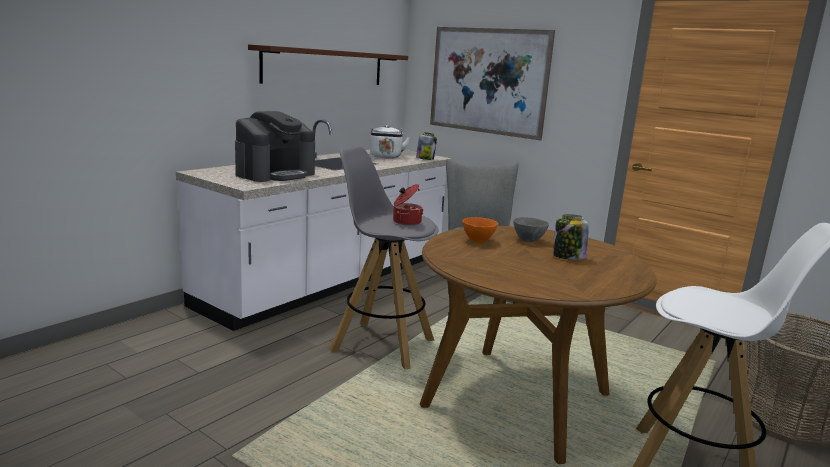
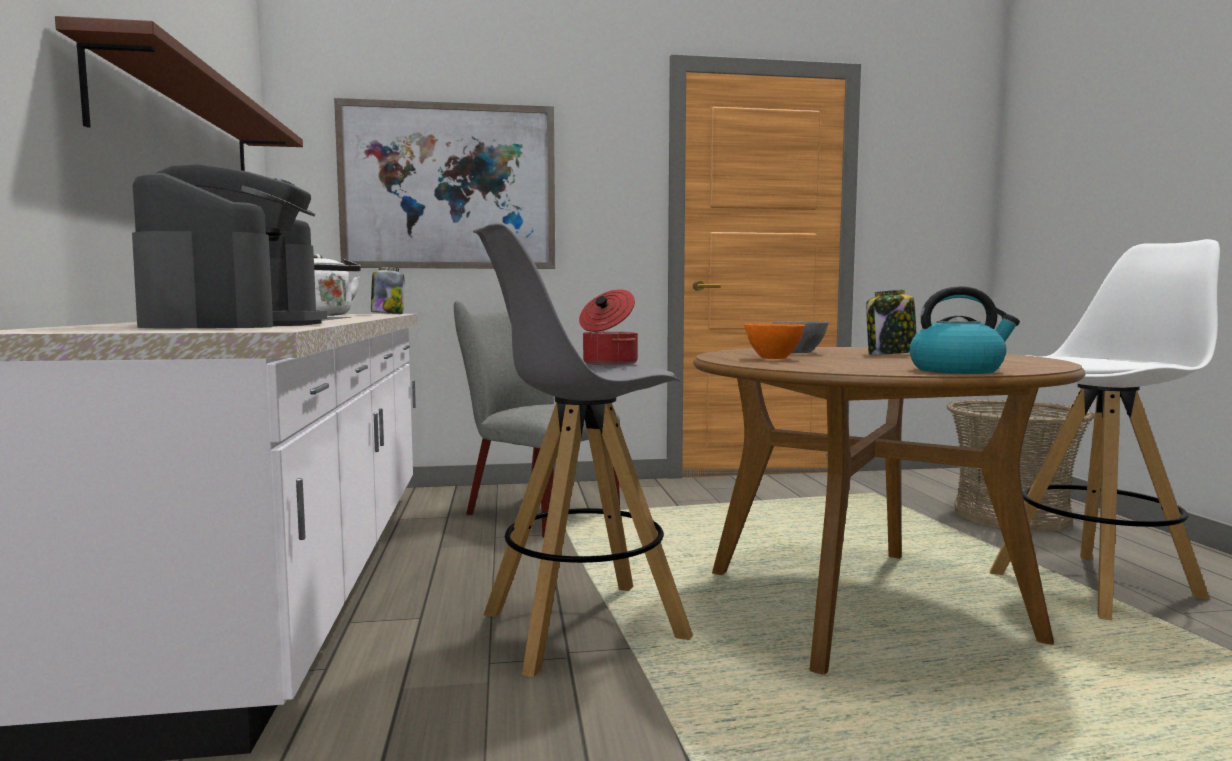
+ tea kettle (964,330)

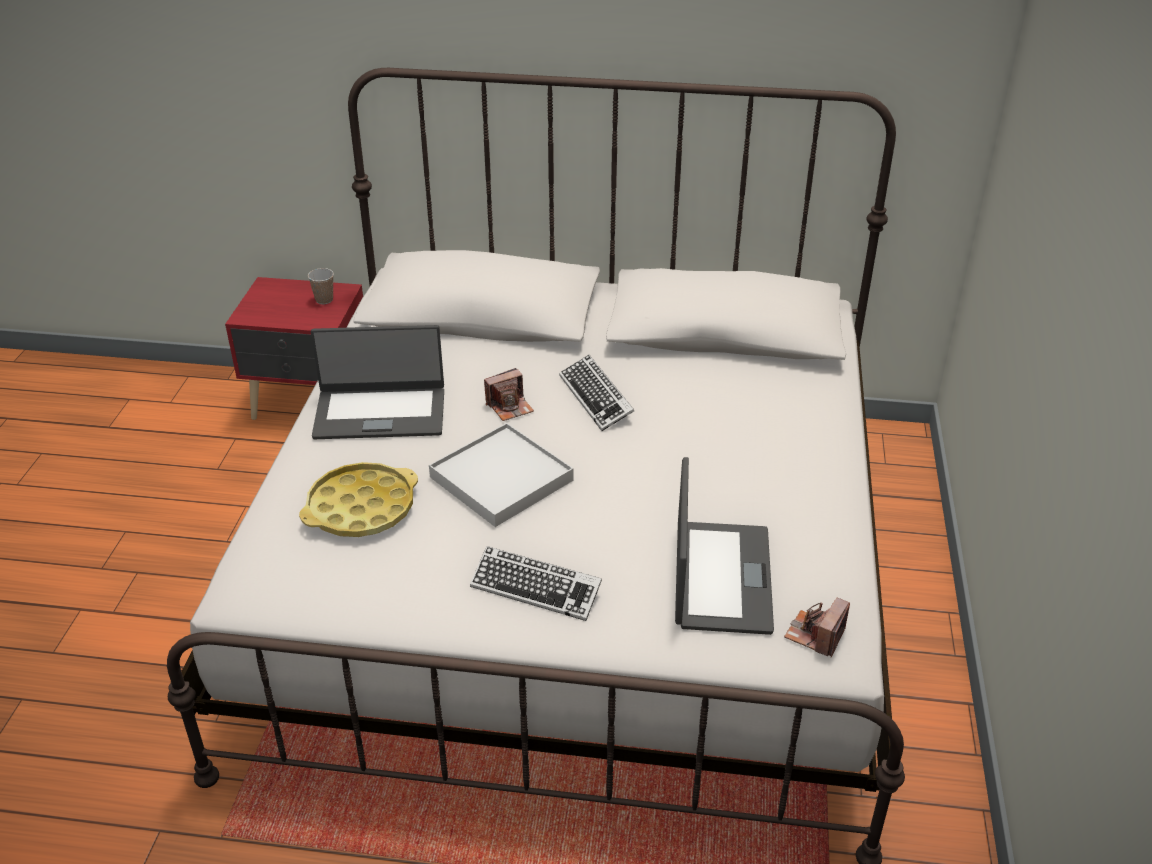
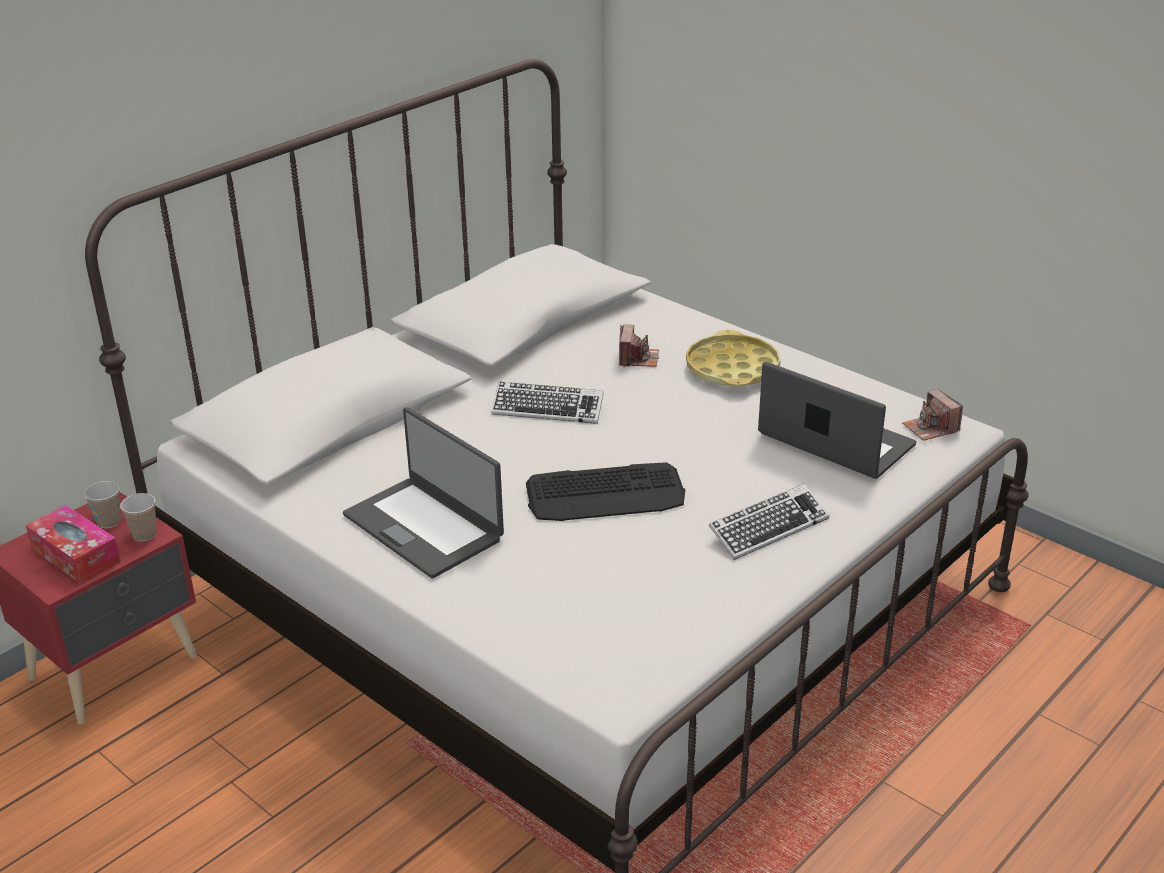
~ carrying tray (yellowish) (358,499) to (733,358)
~ portable computer (377,382) = (423,492) 105 degrees clockwise
~ carrying tray (white) (501,475) to PC keyboard (605,491)
~ photo camera (509,394) to (639,345)
+ tissue holder (73,544)
+ cup (138,517)

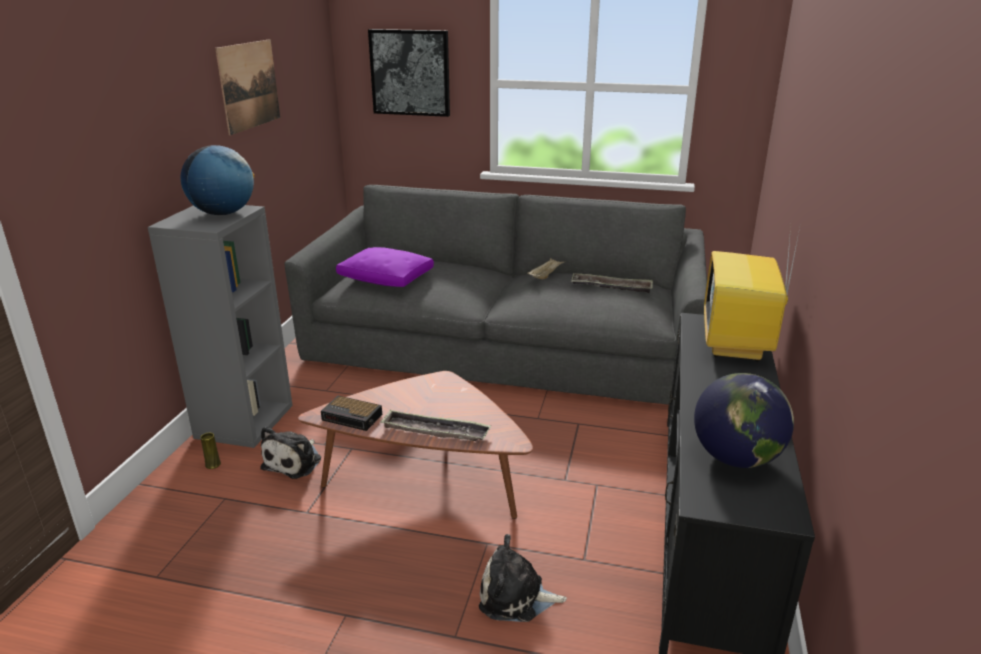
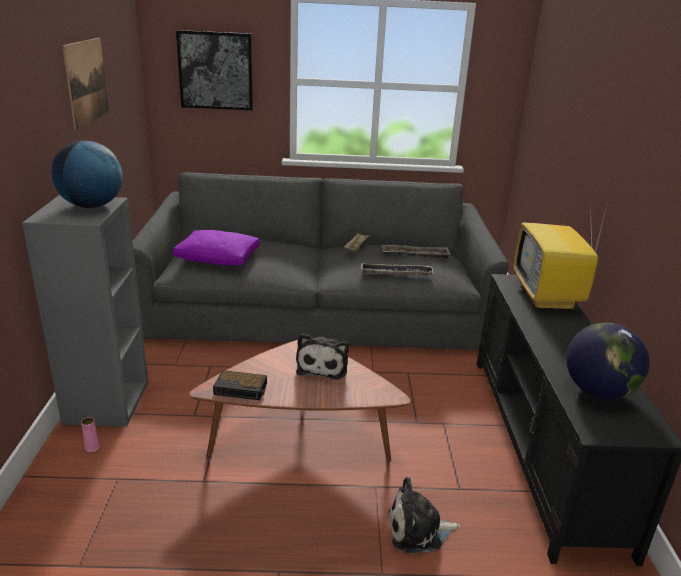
~ vase (yellowish) (211,451) to vase (pink-coloured) (90,434)
~ cuddly toy (291,453) to (322,356)
~ carrying tray (435,425) to (397,269)

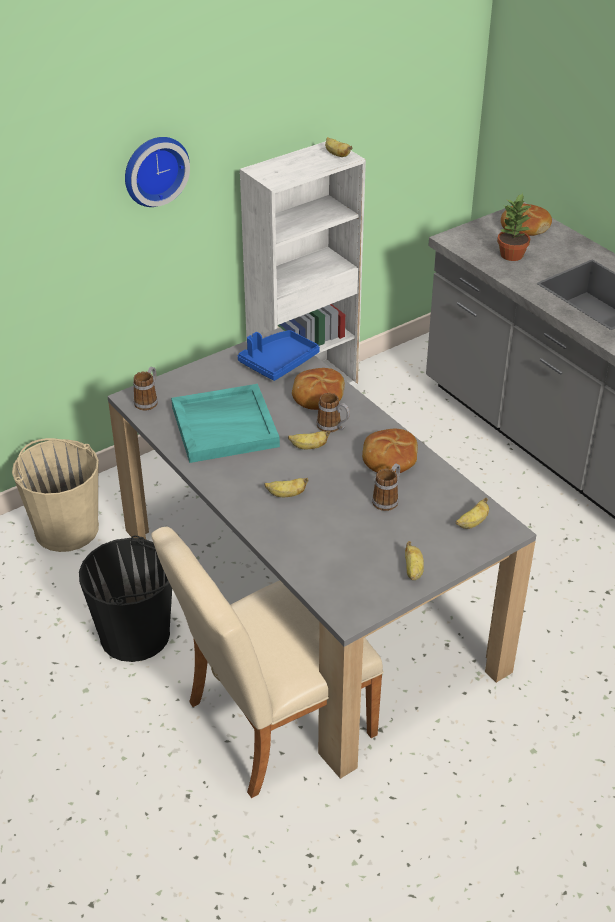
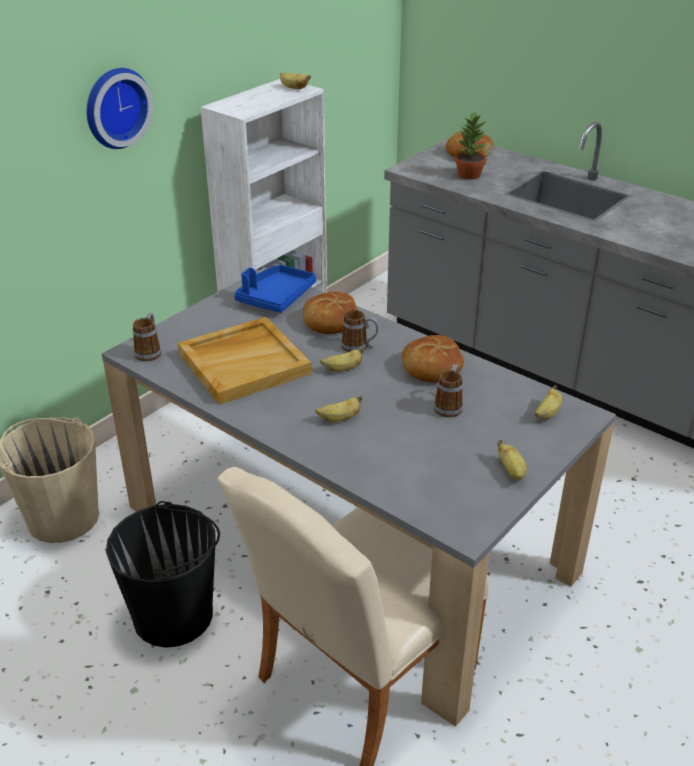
~ carrying tray (turquoise-coloured) (225,423) to carrying tray (sand-coloured) (245,361)

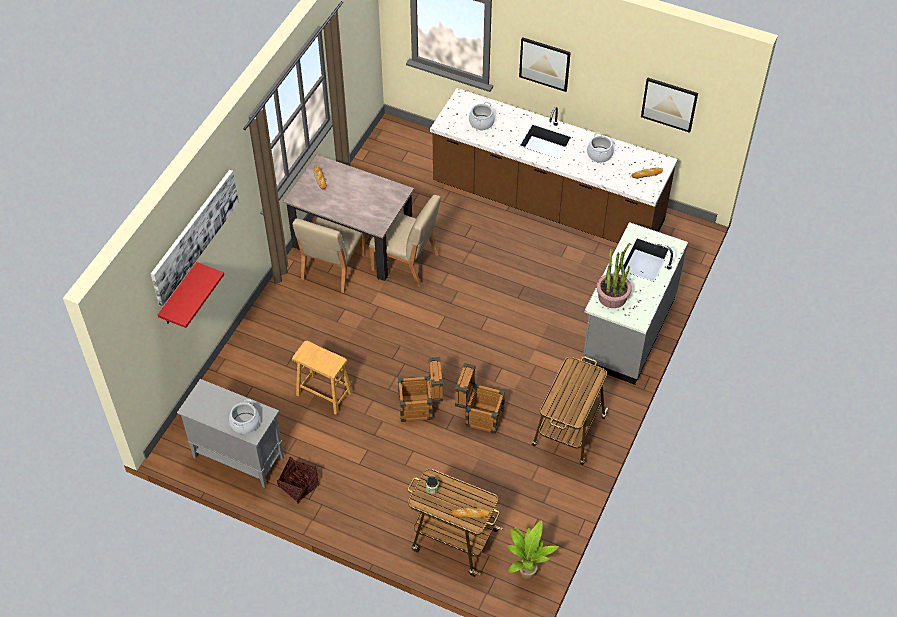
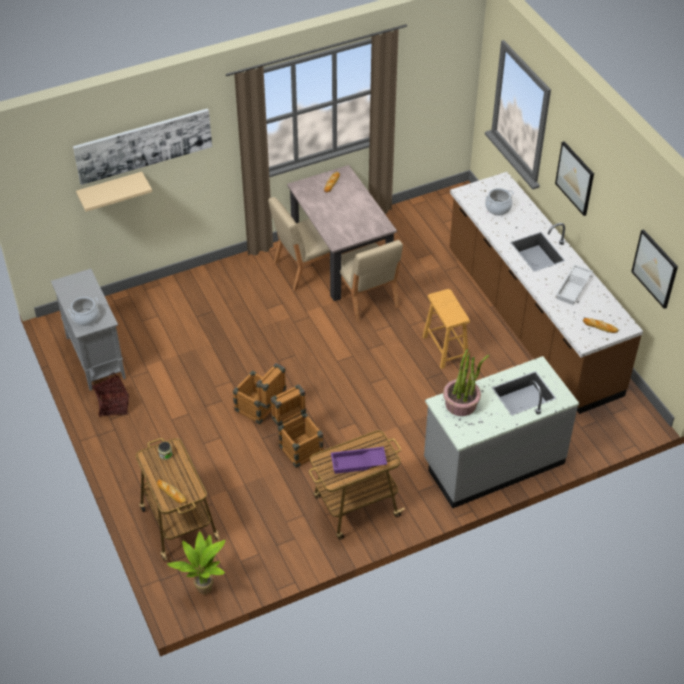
~ wall shelf (red-coloured) (191,295) to wall shelf (sand-coloured) (114,192)
~ stool (brown-coloured) (322,378) to (446,329)
~ stockpot (600,148) to carrying tray (white) (574,284)
+ carrying tray (purplish) (359,460)

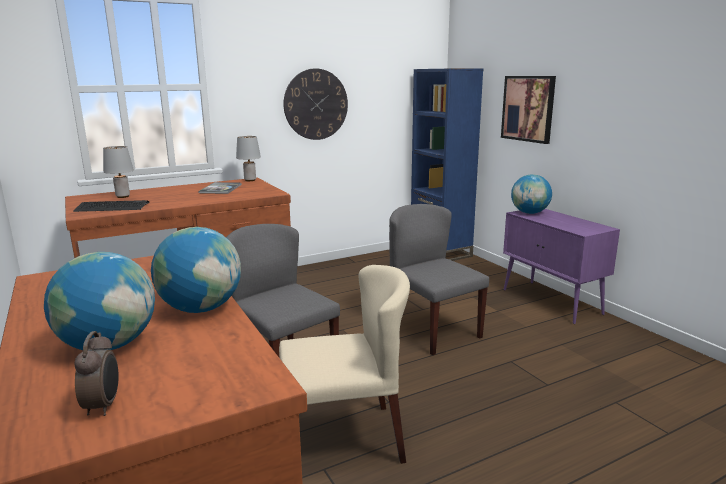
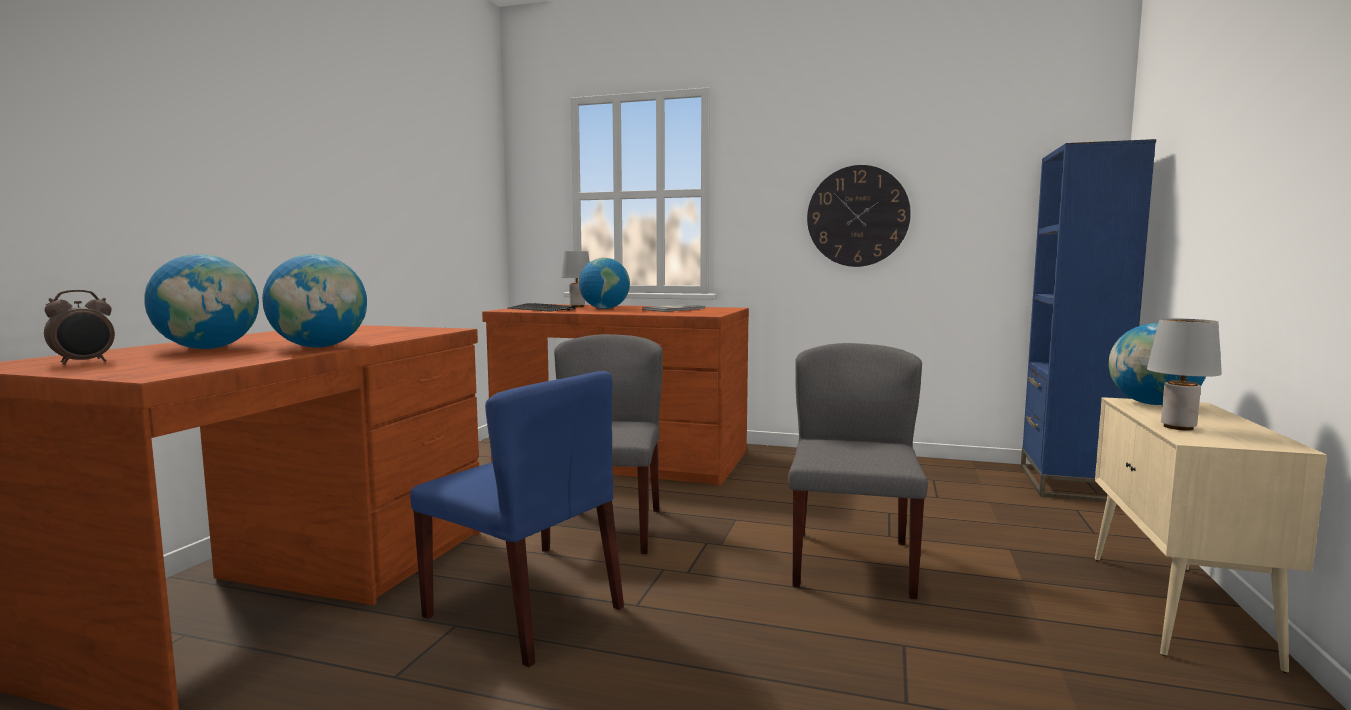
~ table lamp (gray) (248,158) to (1184,374)
~ chair (sand-coloured) (344,364) to chair (bluish) (517,519)
- picture (528,110)
~ storage cabinet (purplish) (561,266) to storage cabinet (sand-coloured) (1211,535)
+ globe (604,283)

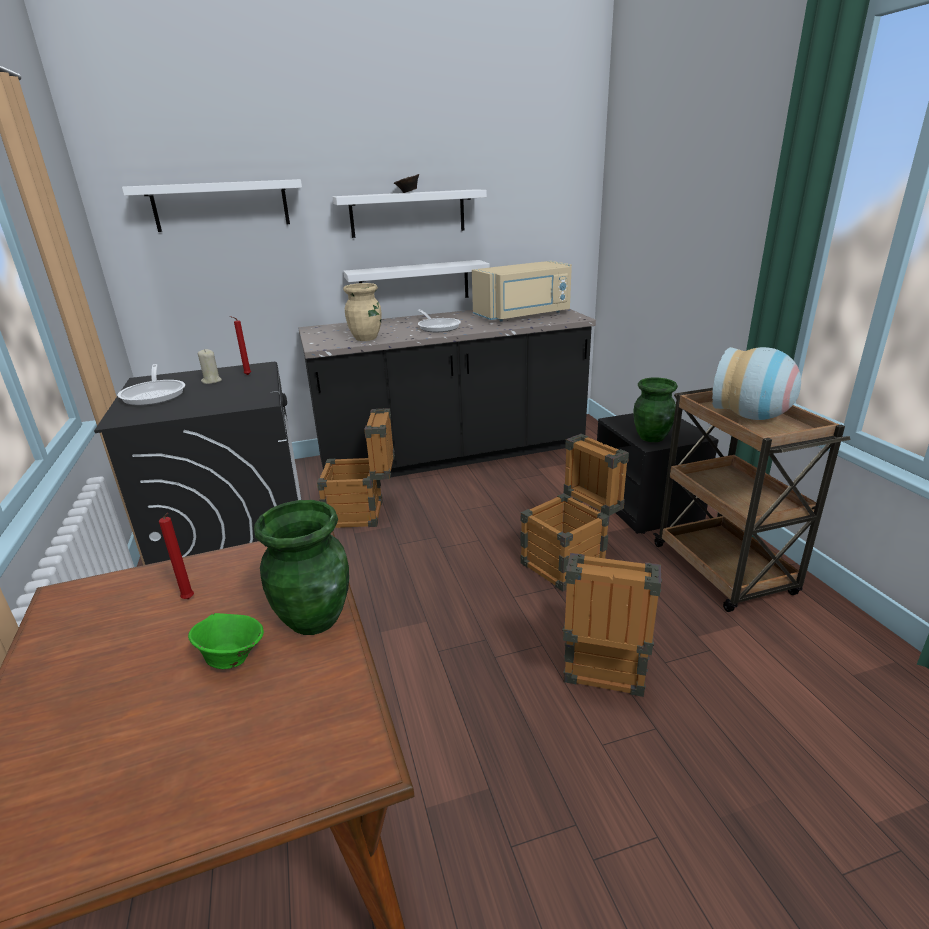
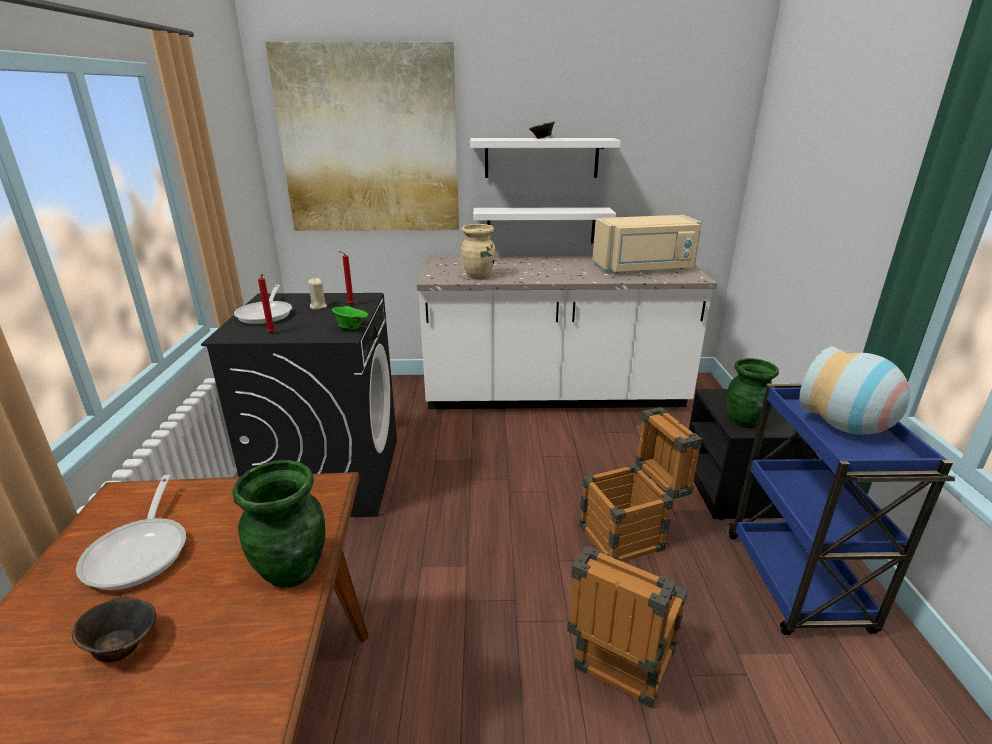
~ wall shelf (white) (212,205) to picture (362,136)
~ candle (red-coloured) (176,556) to (266,303)
~ serving bowl (greenish) (226,641) to (350,317)
~ kitchen counter (black-coloured) (447,393) to kitchen counter (white) (567,332)
- shipping crate (356,468)
~ frying pan (439,320) to (131,532)
~ wheeled cart (brown-coloured) (751,500) to wheeled cart (bluish) (842,509)
+ serving bowl (brown-coloured) (114,628)

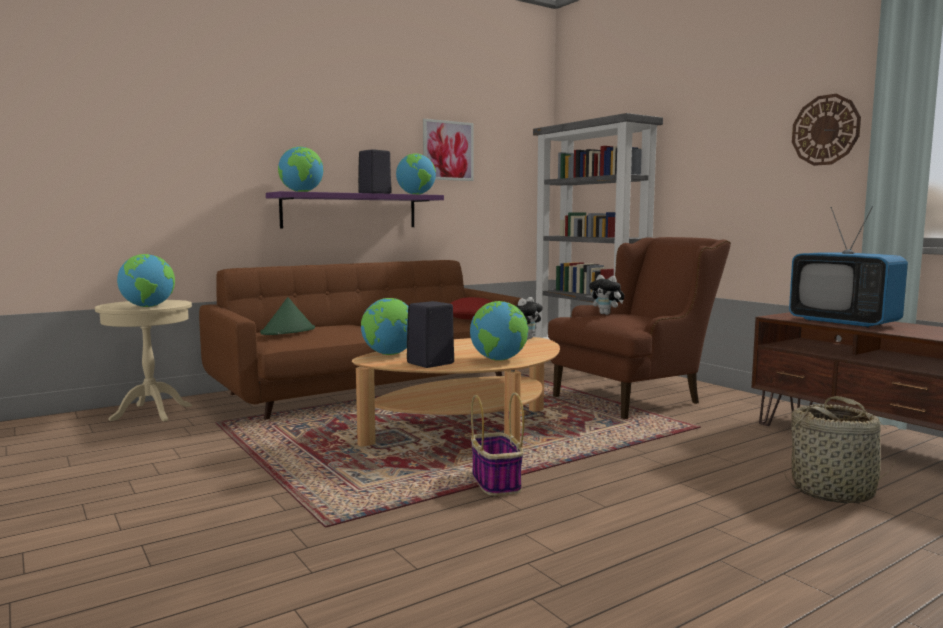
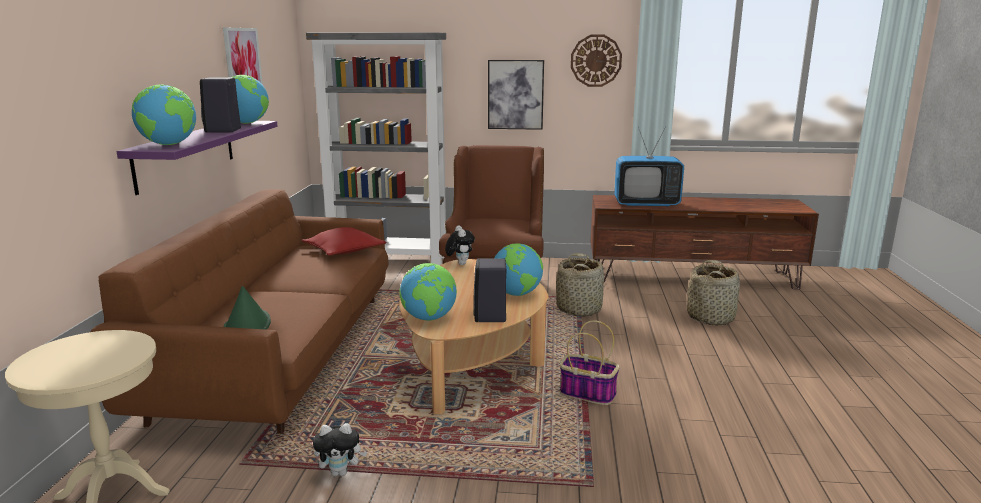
- globe (146,280)
~ cuddly toy (606,295) to (340,449)
+ picture (516,95)
+ household basket (580,285)

